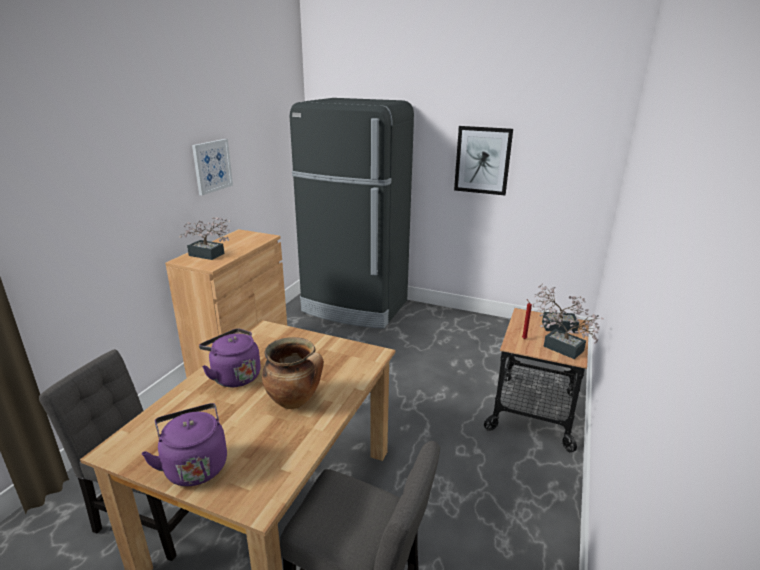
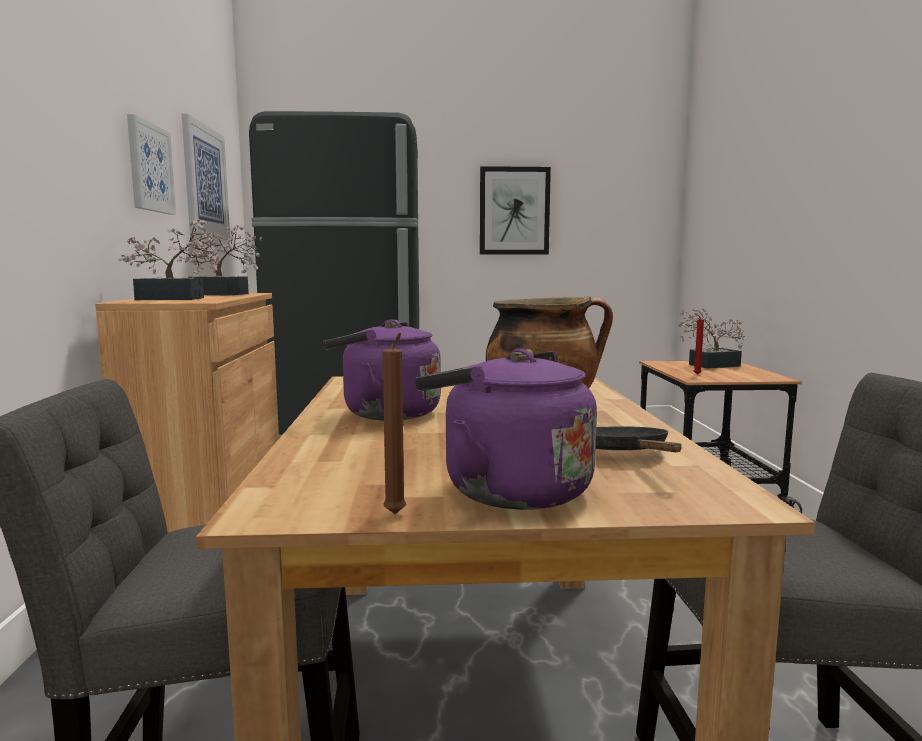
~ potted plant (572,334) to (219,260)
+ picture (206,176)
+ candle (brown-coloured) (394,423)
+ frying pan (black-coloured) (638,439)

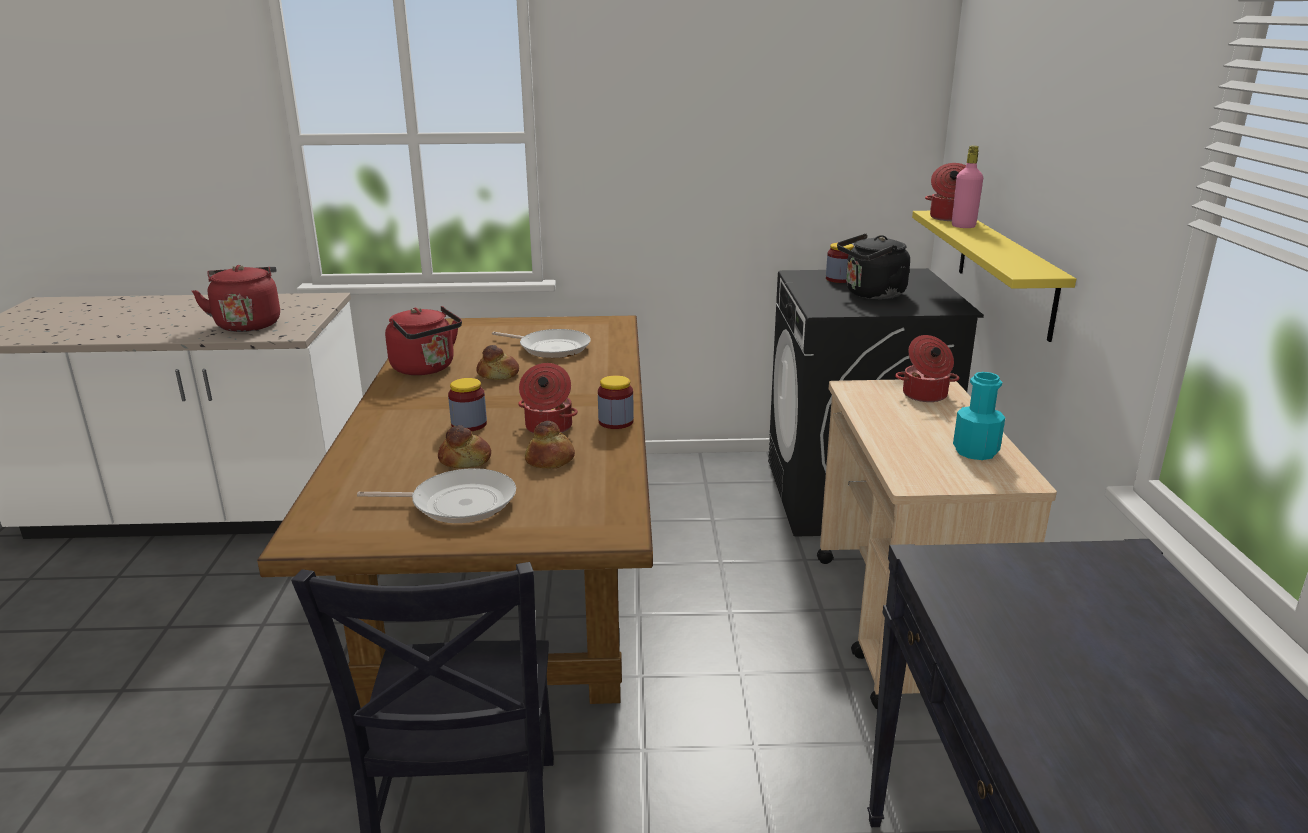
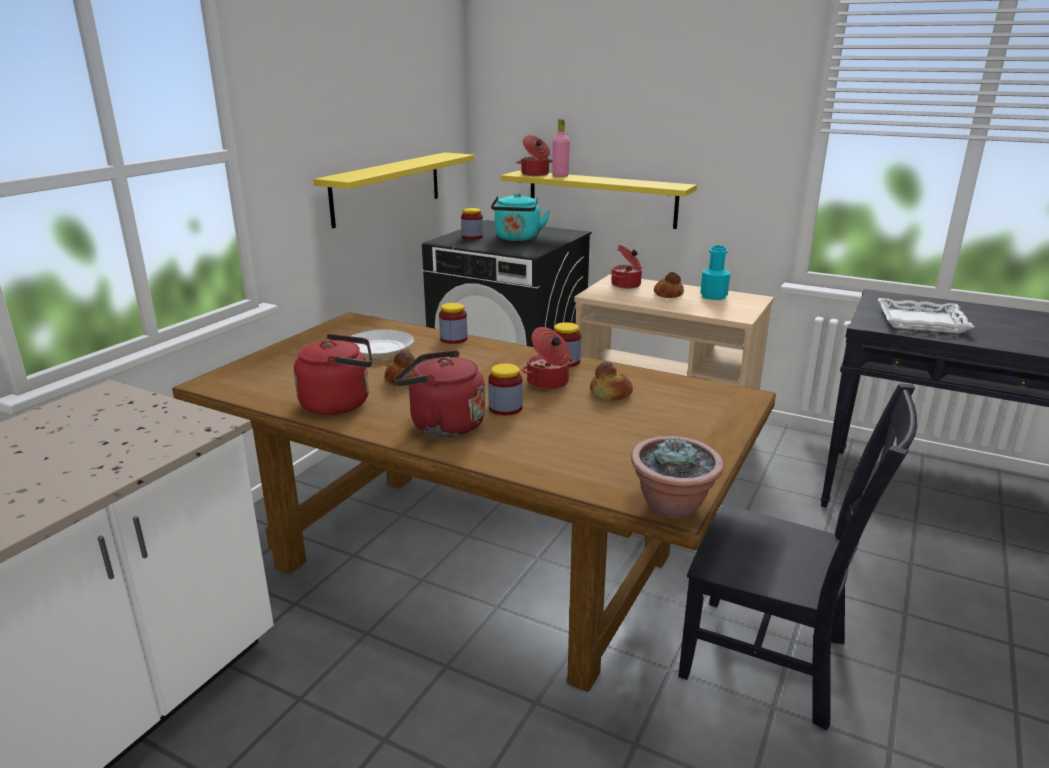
~ tea kettle (red-coloured) (236,298) to (439,393)
- frying pan (436,495)
~ bakery bread (464,446) to (669,285)
~ tea kettle (black-coloured) (873,266) to tea kettle (turquoise-coloured) (520,217)
+ wall shelf (yellowish) (393,190)
+ storage jar (453,323)
+ potted plant (677,477)
+ carrying tray (white) (926,316)

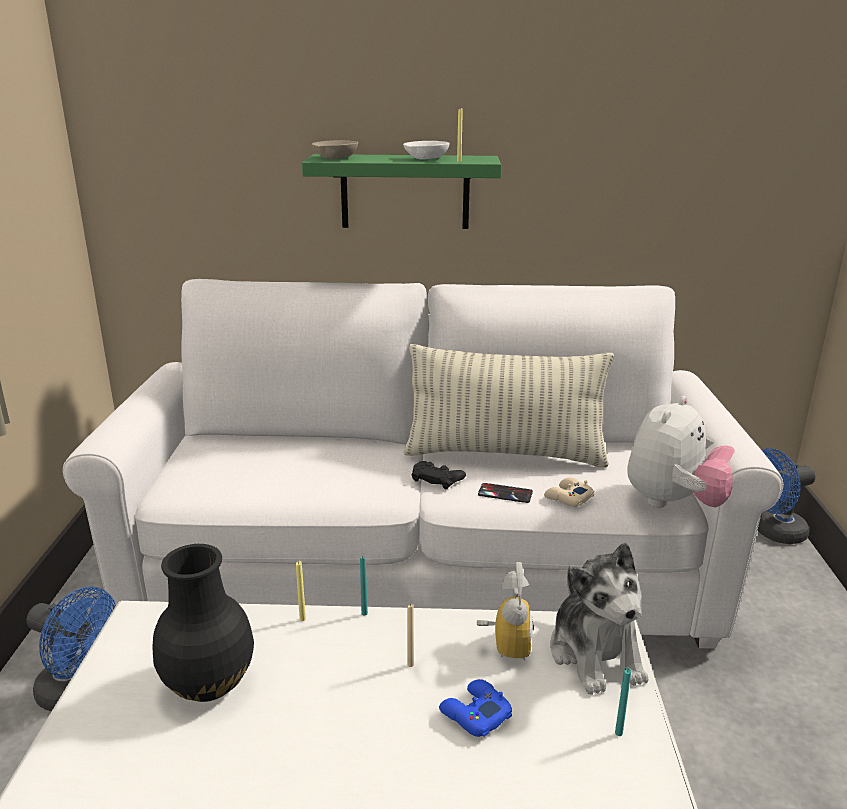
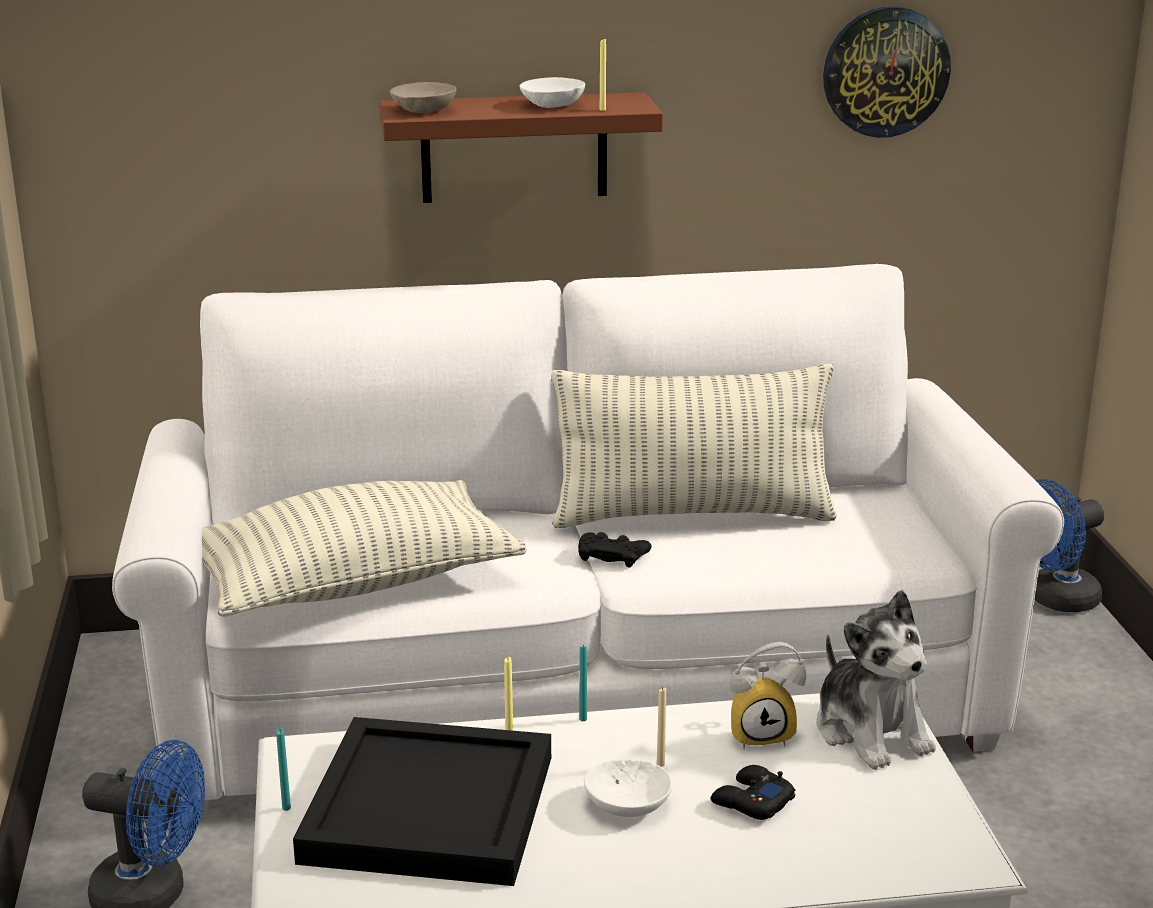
~ vase (black-coloured) (203,623) to carrying tray (black-coloured) (422,801)
~ wall shelf (greenish) (401,191) to wall shelf (brown-coloured) (521,147)
~ game controller (bluish) (475,708) to game controller (black-coloured) (753,792)
~ bedside clock (505,611) = (768,695) 90 degrees clockwise
- handset (505,493)
- game controller (sand-coloured) (569,492)
~ candle (turquoise-coloured) (623,701) to (283,769)
- cuddly toy (681,452)
+ pillow (364,548)
+ serving bowl (white) (628,788)
+ clock on the wall (887,72)

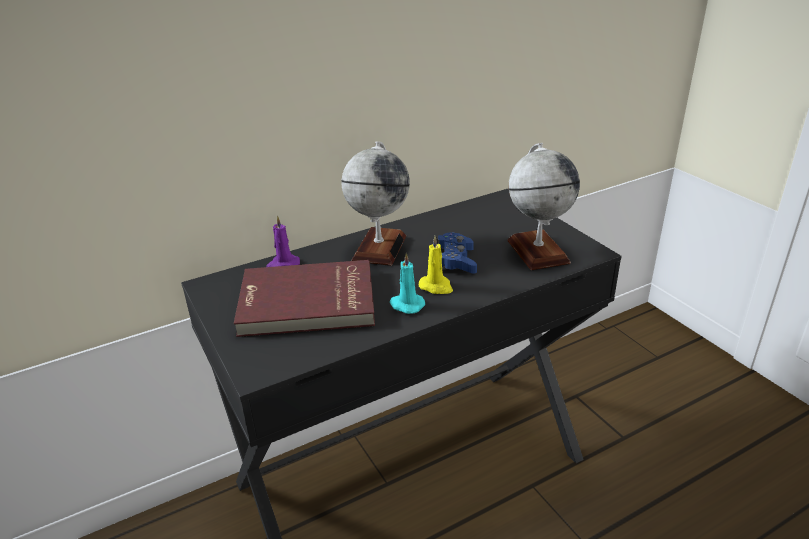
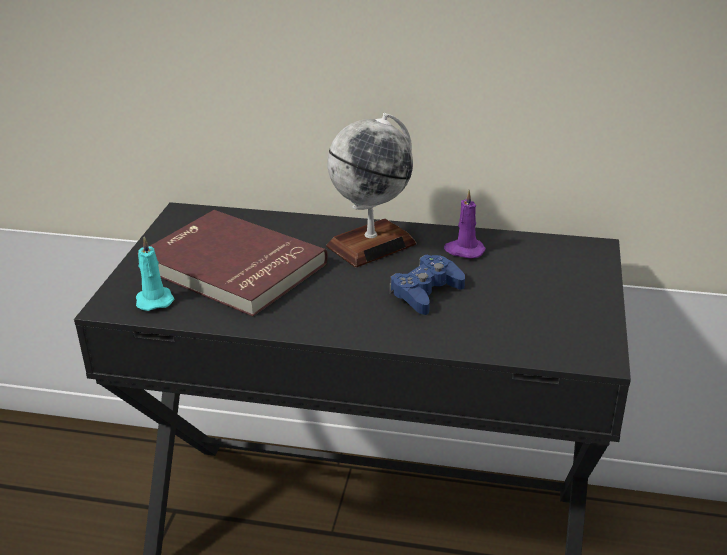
~ candle (purplish) (283,241) to (465,224)
~ candle (turquoise-coloured) (407,283) to (155,273)
- candle (yellowish) (436,264)
- globe (543,206)

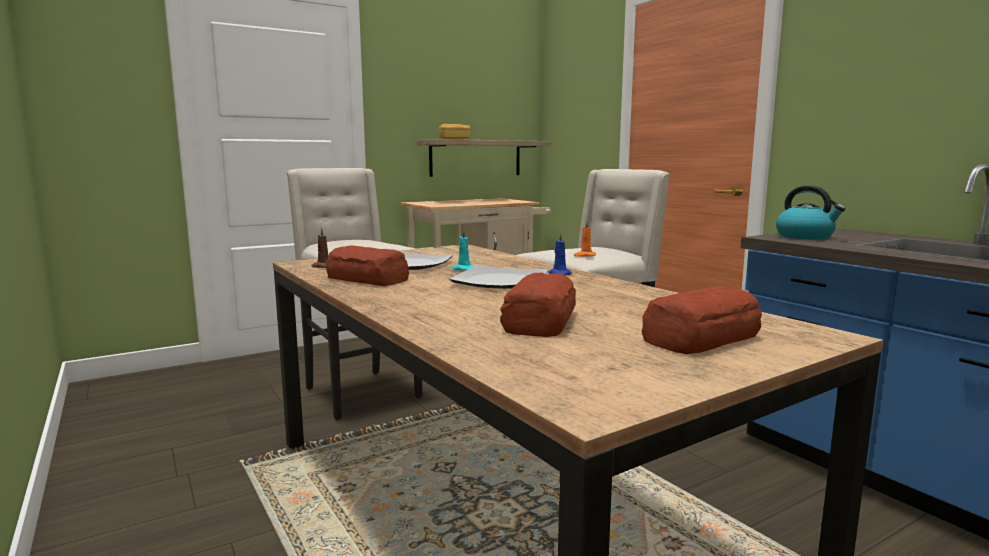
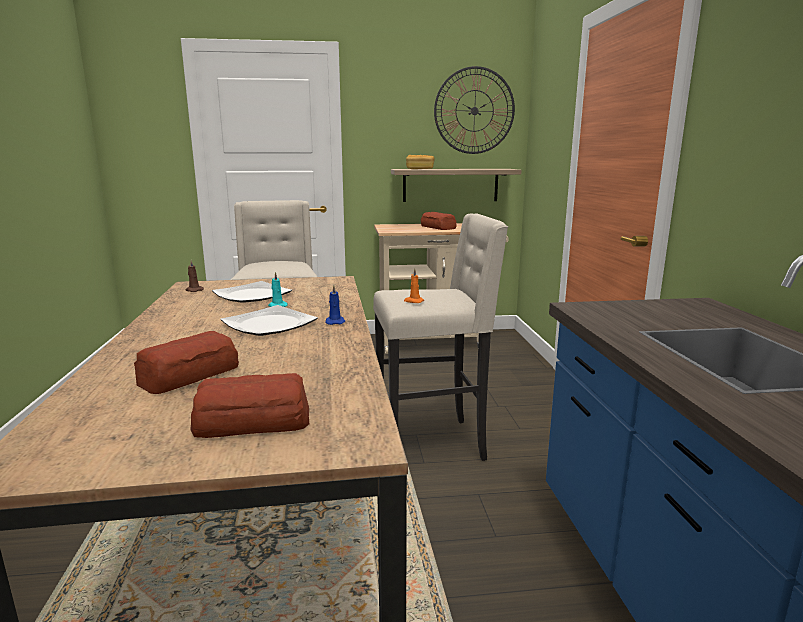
~ bakery bread (367,265) to (439,221)
- tea kettle (810,212)
+ clock on the wall (474,110)

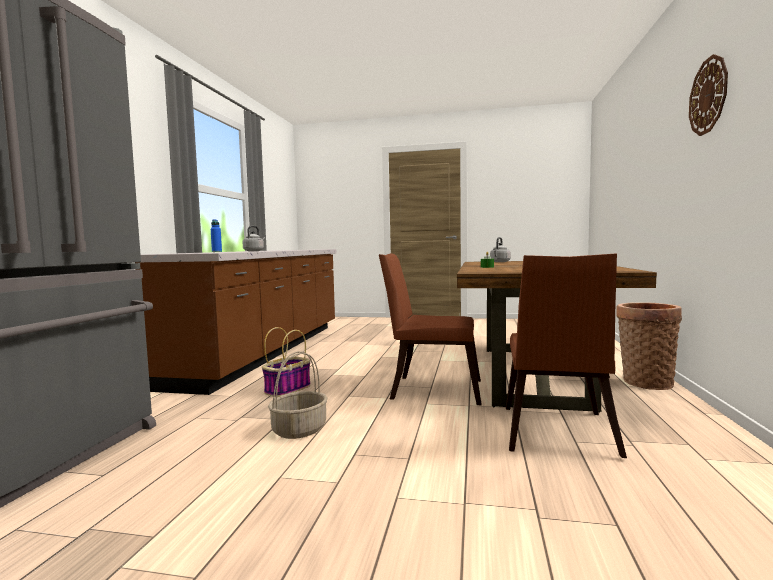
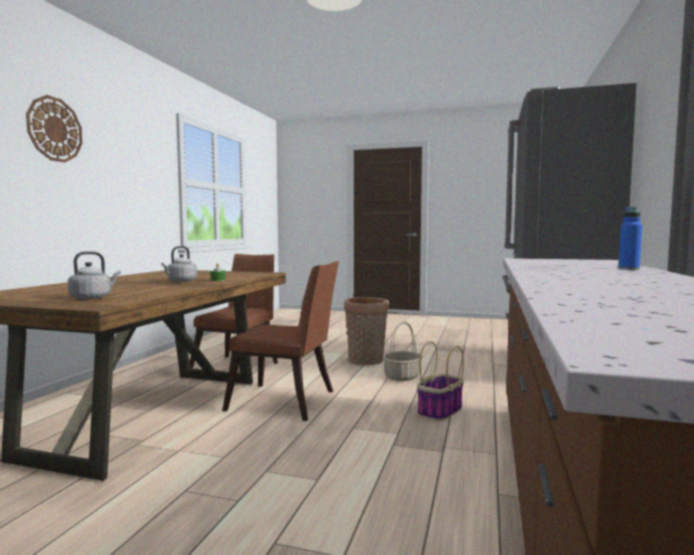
~ tea kettle (gray) (254,238) to (179,264)
~ household basket (649,346) to (366,331)

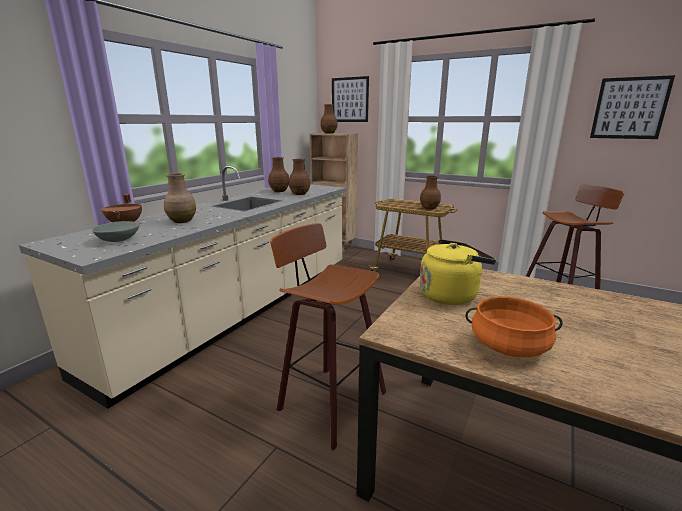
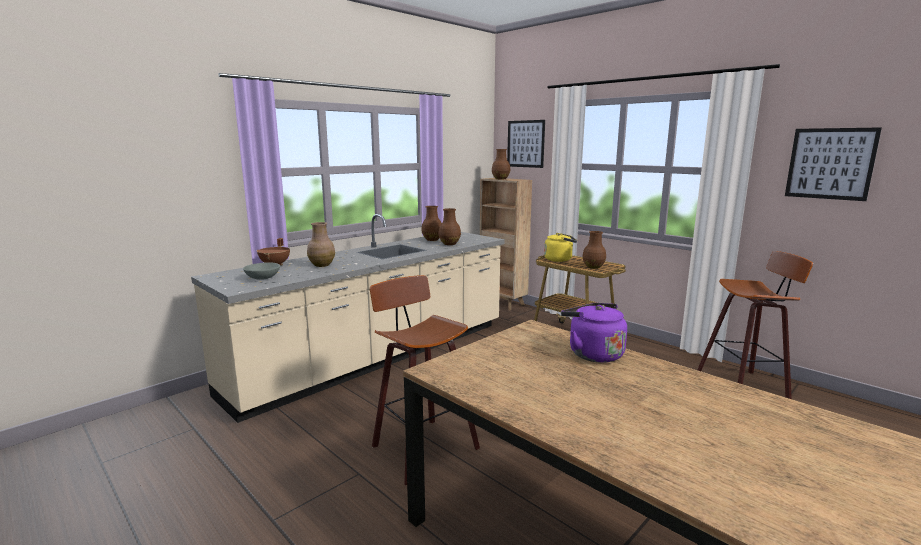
~ tea kettle (yellowish) (458,272) to (560,247)
- stockpot (orange) (514,326)
+ tea kettle (purplish) (594,333)

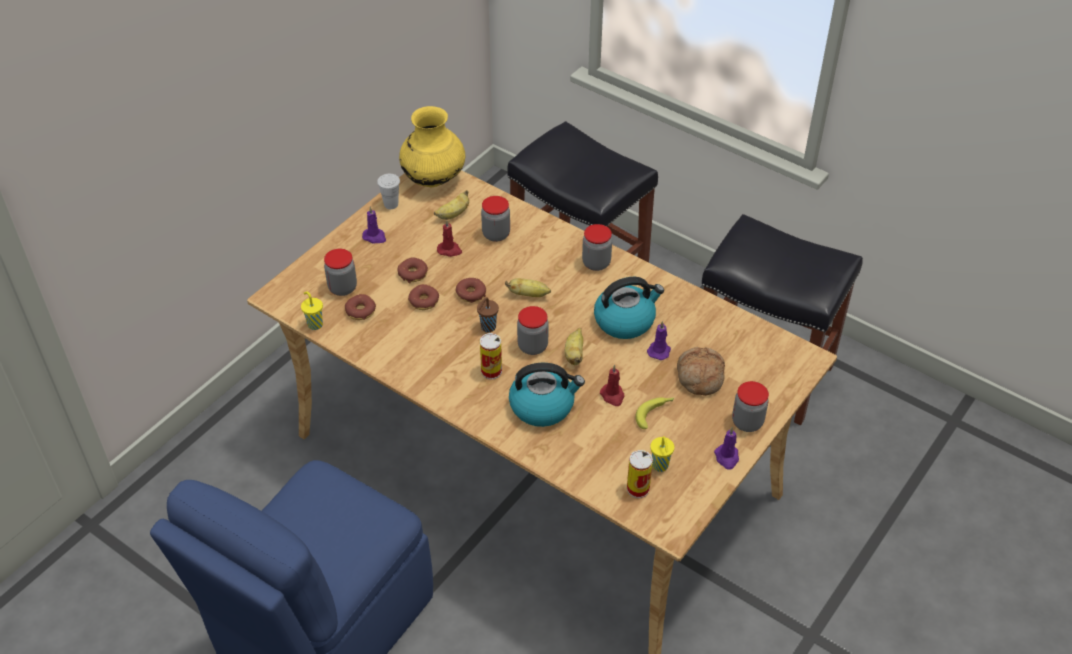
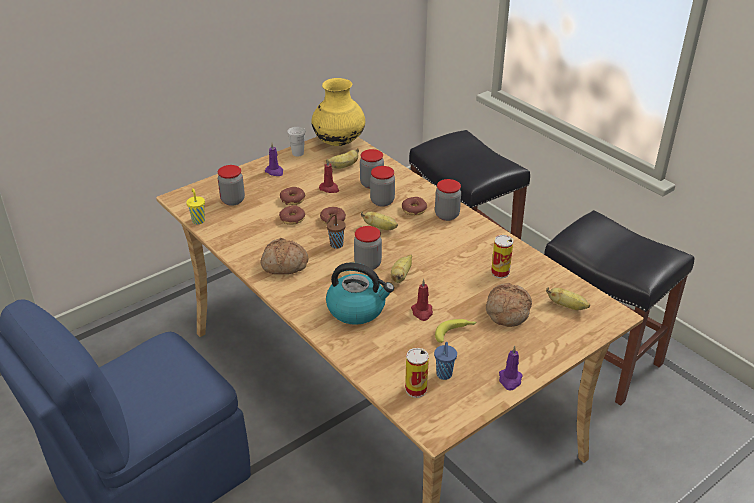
~ donut (360,307) to (414,206)
~ can (491,356) to (502,256)
- tea kettle (629,308)
- candle (purplish) (659,340)
~ cup (yellowish) (662,454) to cup (bluish) (445,361)
~ storage jar (750,406) to (382,186)
+ bakery bread (284,256)
+ banana fruit (568,298)

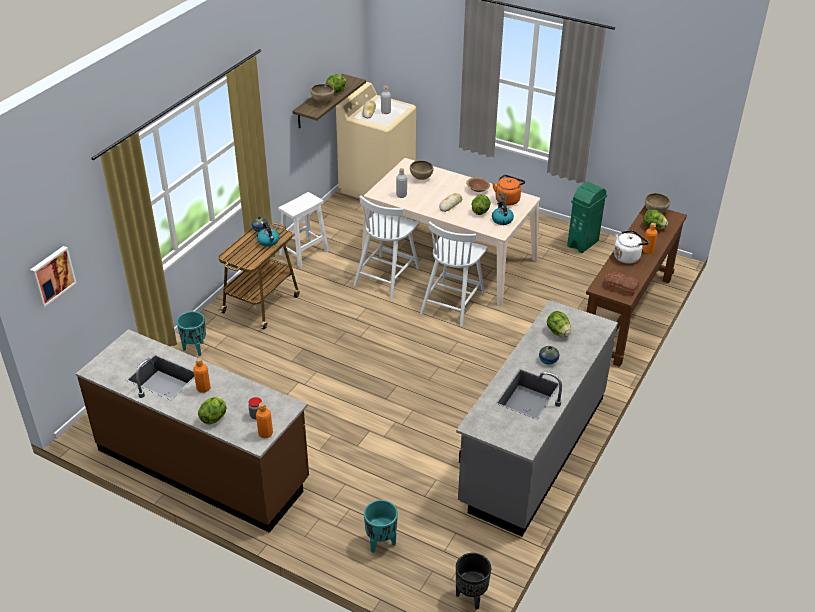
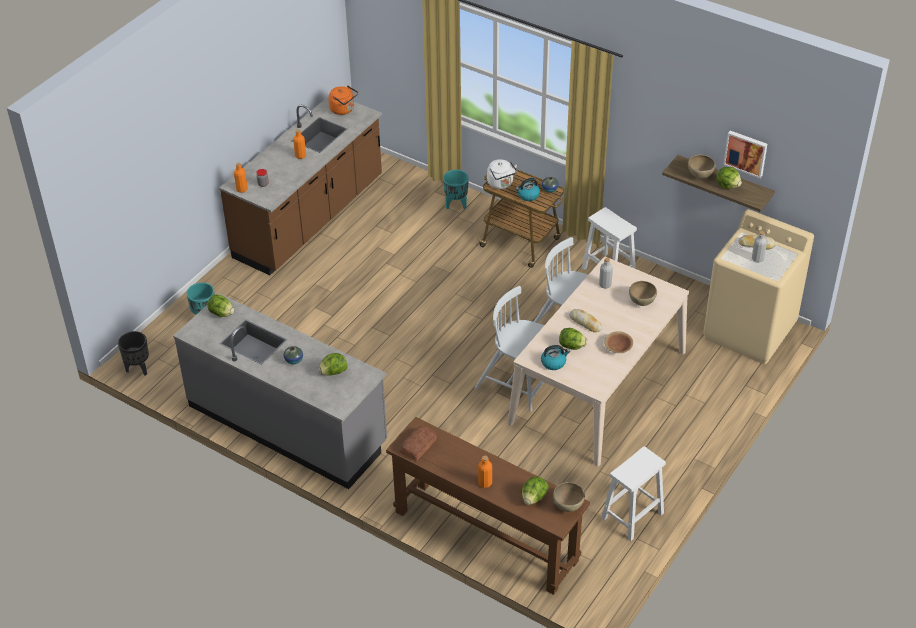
~ picture (53,276) to (745,154)
~ lettuce head (212,410) to (220,306)
~ tea kettle (orange) (508,190) to (343,100)
~ rubbish bin (greenish) (587,217) to stool (white) (633,493)
~ tea kettle (white) (631,247) to (502,174)

